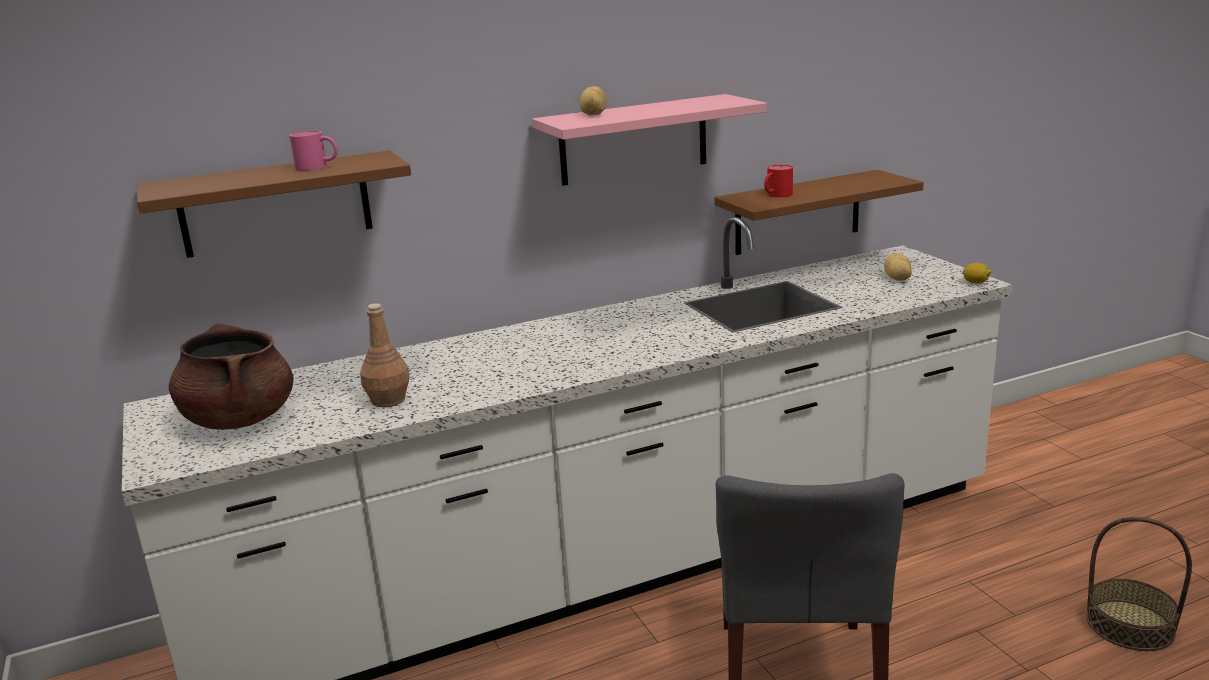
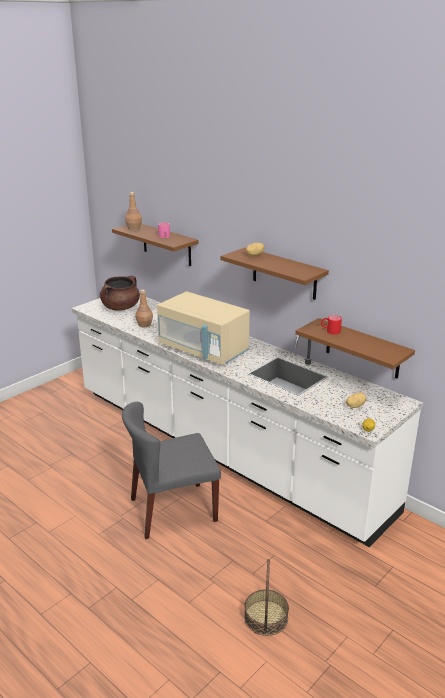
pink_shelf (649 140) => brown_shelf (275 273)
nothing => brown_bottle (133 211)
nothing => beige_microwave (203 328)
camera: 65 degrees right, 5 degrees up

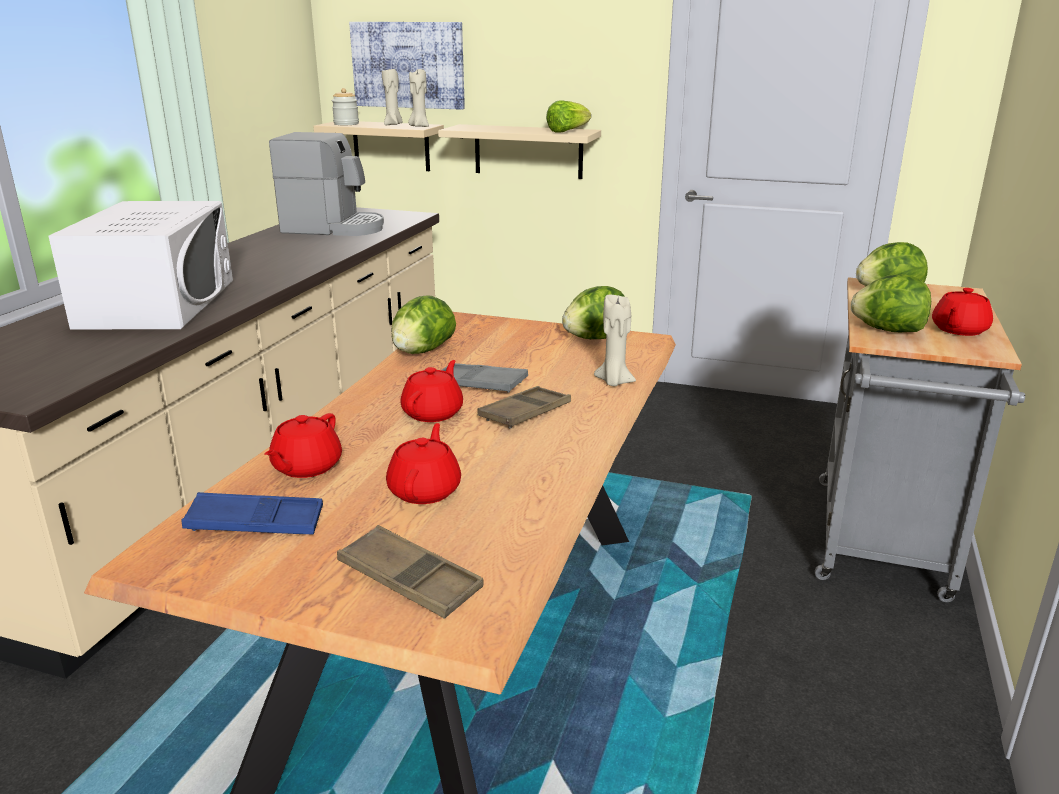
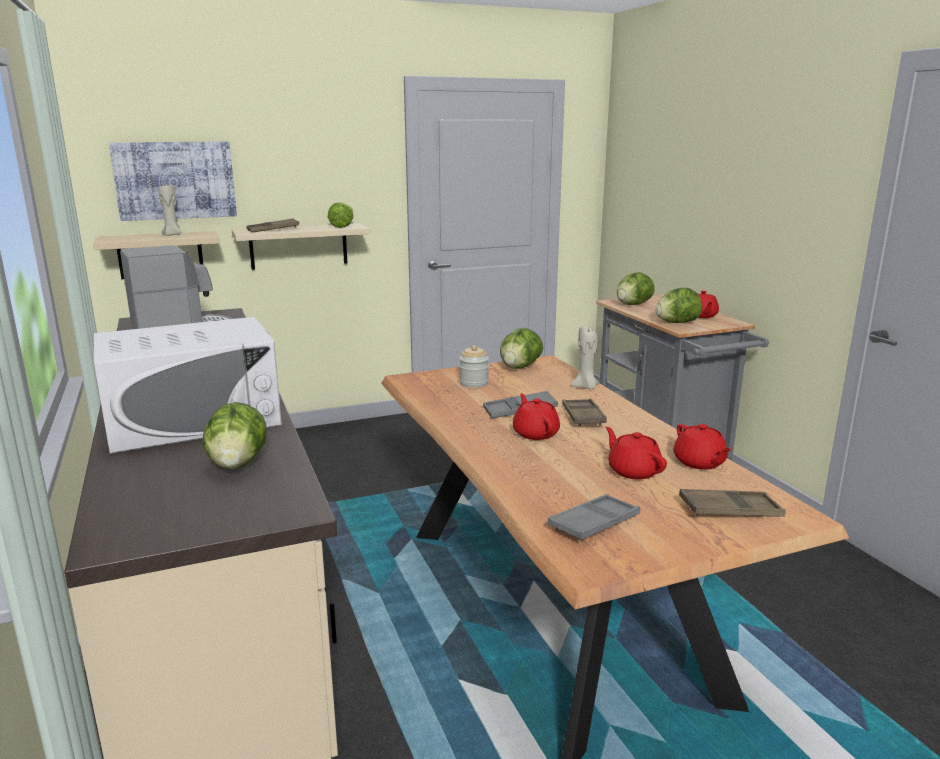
white_microwave (140 265) => white_microwave (188 385), 105 degrees clockwise
blue_tray (252 513) => grey_tray (594 517)
red_teapot (303 445) => red_teapot (702 447), moved
jar (345 106) => jar (474 366), moved
lettuce (423 324) => lettuce (234 436), moved
beige_candle (418 98) => nothing
nothing => brown_tray (272 225)
camera: 40 degrees left, 5 degrees down

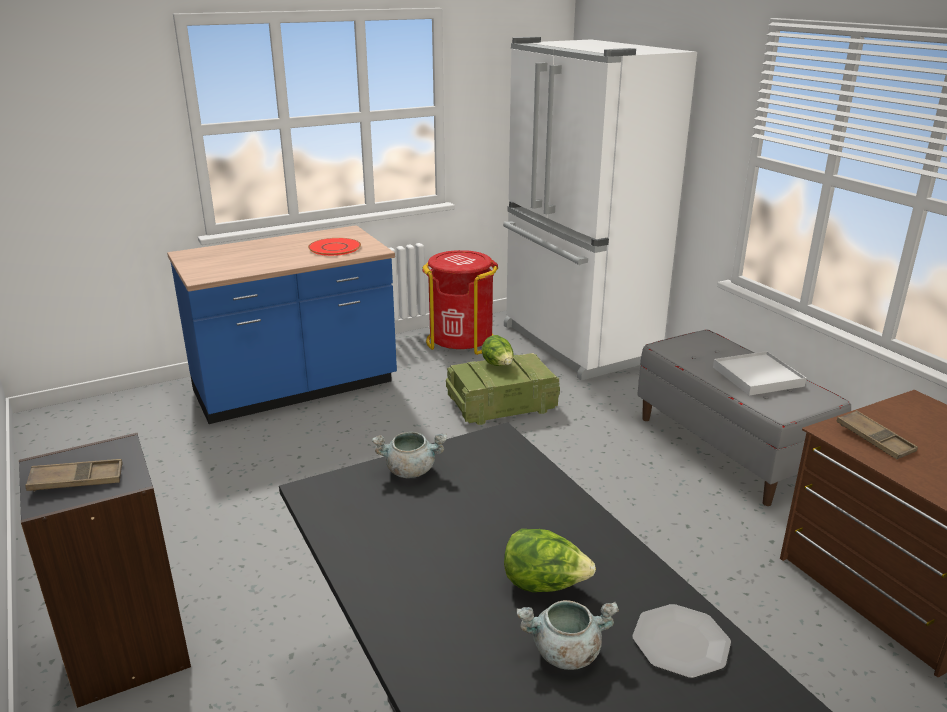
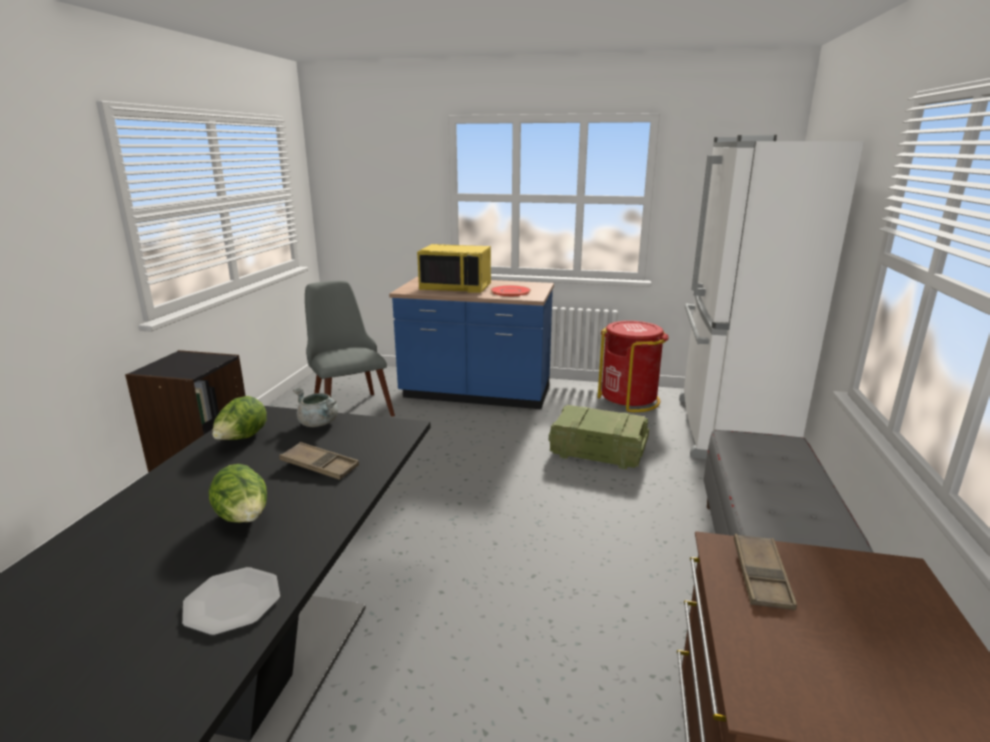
brown_tray (73 475) => brown_tray (319 461), moved
lettuce (498 350) => lettuce (239 418), moved
grey_cooking_pot (567 635) => nothing
white_tray (759 373) => nothing
nothing => grey_chair (350 349)
nothing => yellow_microwave (454 268)
camera: 40 degrees right, 5 degrees down

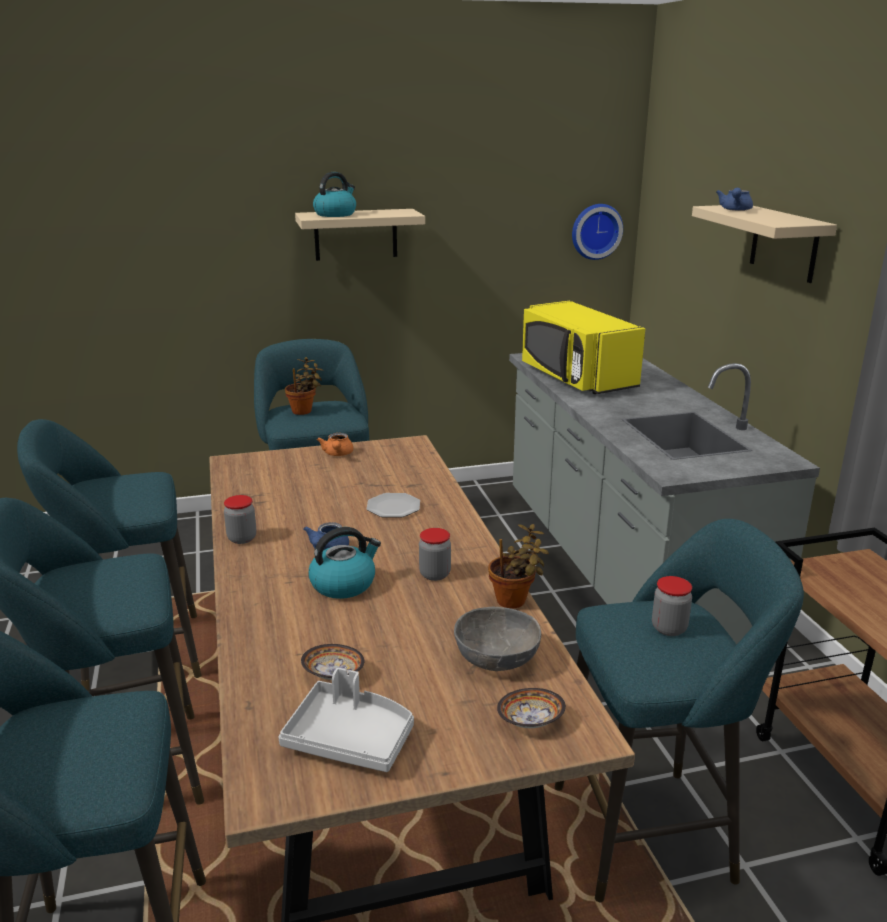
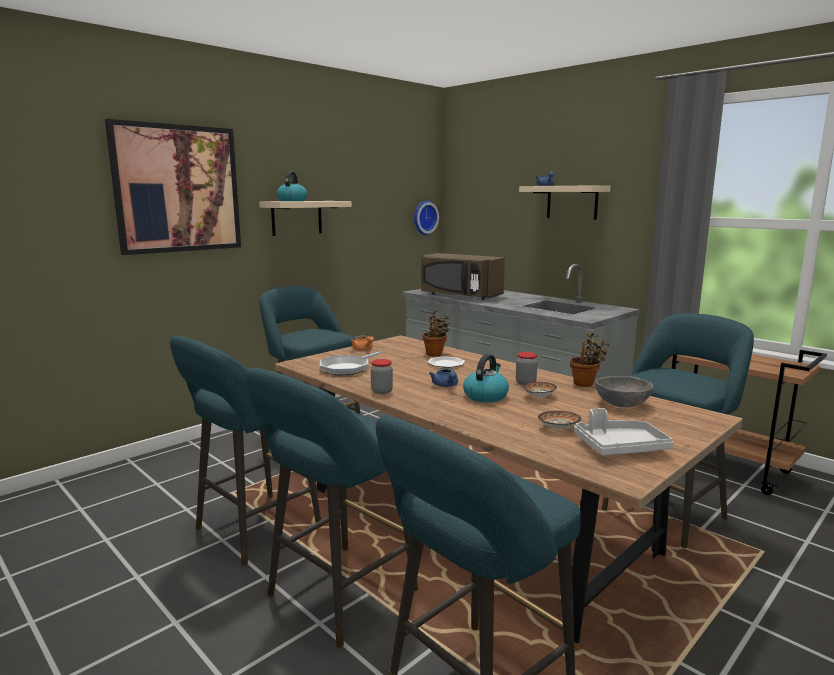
potted_plant (304 386) => potted_plant (436 333), moved
bowl (531 708) => bowl (540 390), moved
yellow_microwave (583 347) => brown_microwave (463 276)
jar (672 606) => nothing
nothing => picture (173 187)
nothing => frying_pan (351 363)
camera: 30 degrees left, 10 degrees down

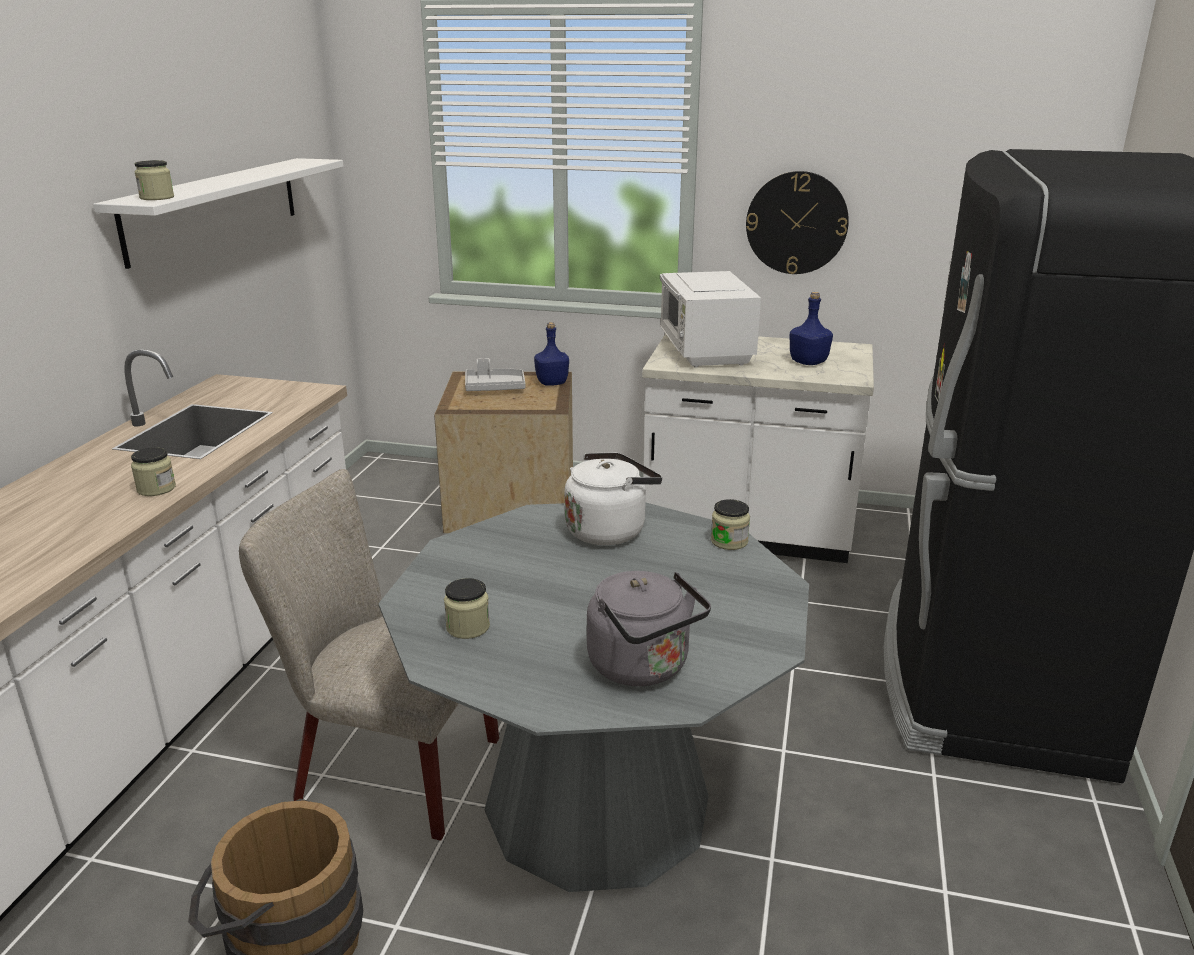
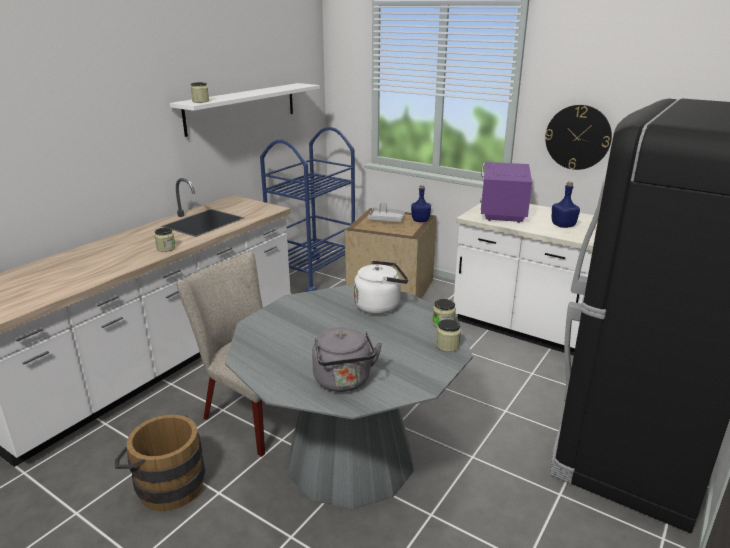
jar (467 608) => jar (448 335), moved
white_microwave (710 319) => purple_microwave (506 192)
nothing => blue_cart (307 209)
camera: 20 degrees right, 0 degrees up

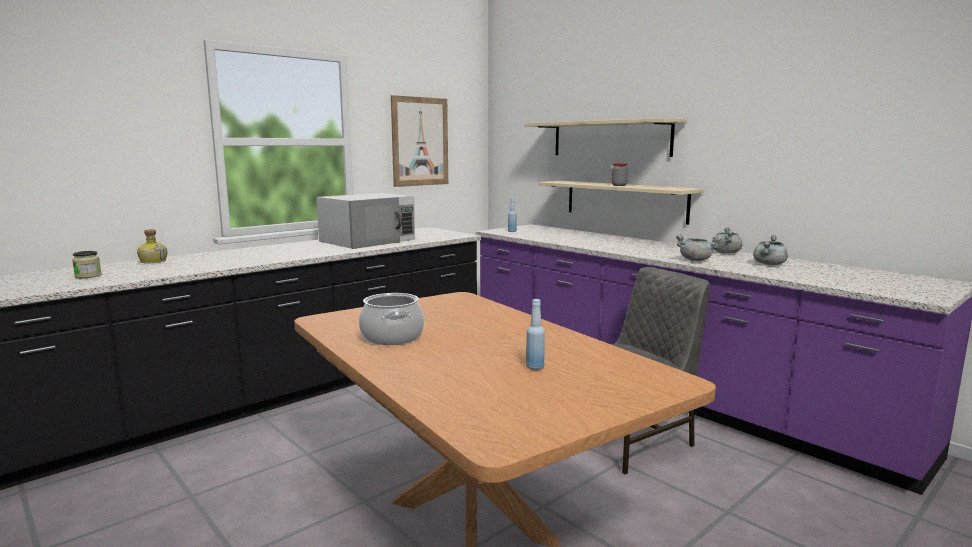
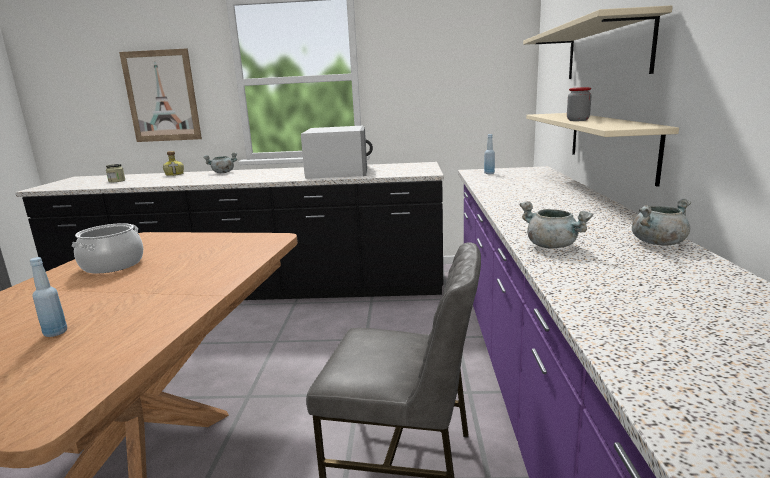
white_microwave (365 221) => white_microwave (337 152), 90 degrees counterclockwise
picture (419 141) => picture (160 95), moved
grey_cooking_pot (770 250) => grey_cooking_pot (220 162), moved
camera: 45 degrees right, 5 degrees up

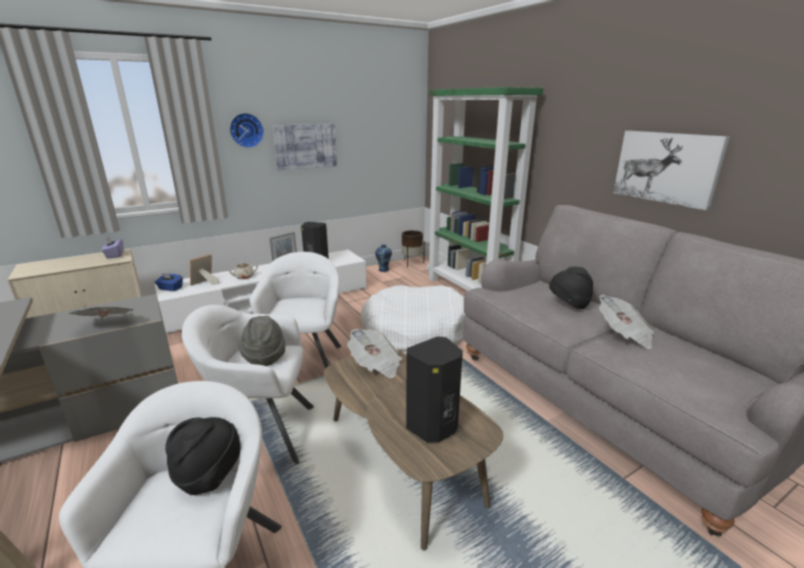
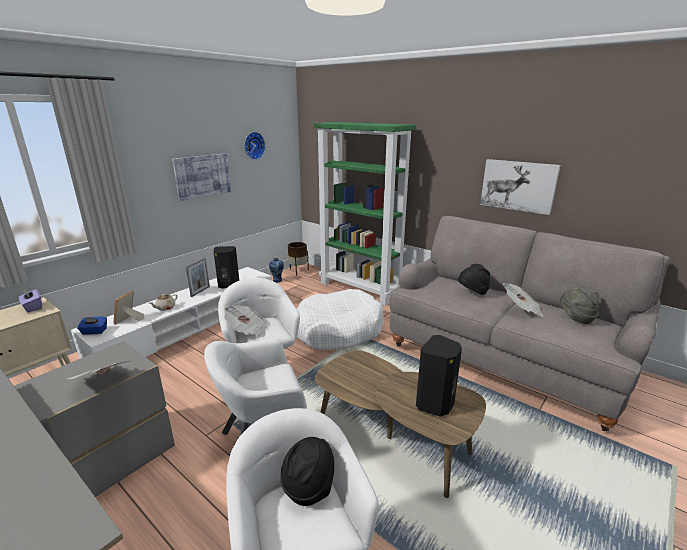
wall_clock (246 130) => wall_clock (255 146), moved
grey_hat (262 341) => grey_hat (580 305), moved
newspaper (374 353) => newspaper (245 321), moved
camera: 20 degrees left, 0 degrees up

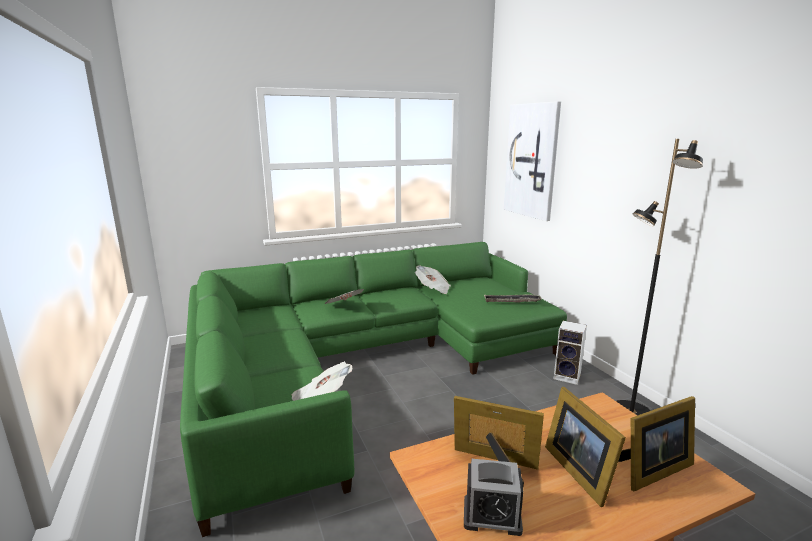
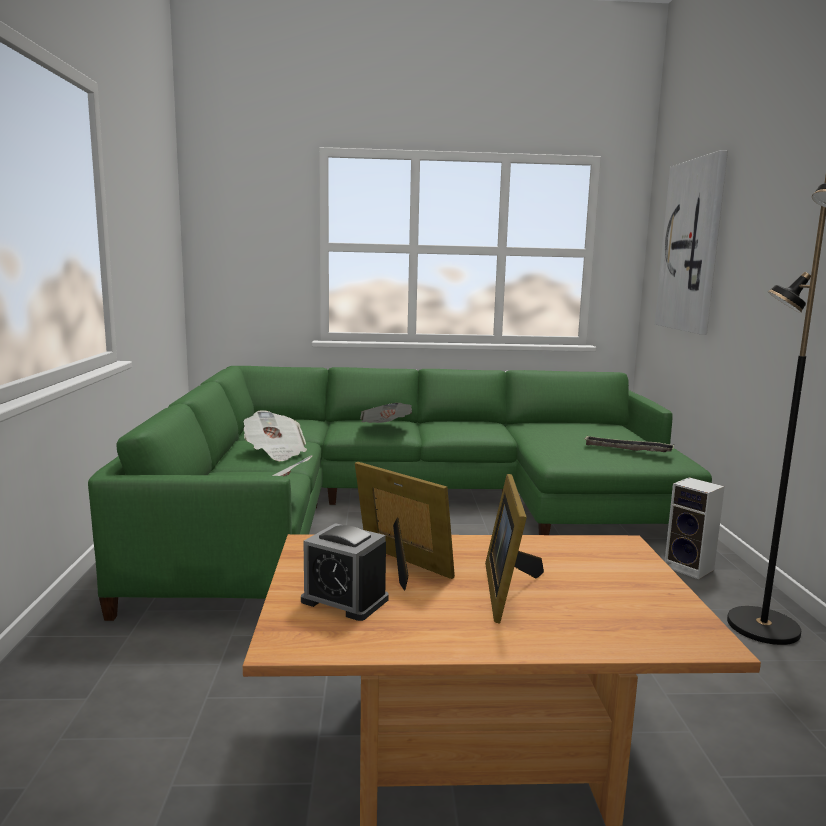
newspaper (433 279) => newspaper (275 435), moved
picture_frame (656 443) => nothing
camera: 20 degrees right, 5 degrees down

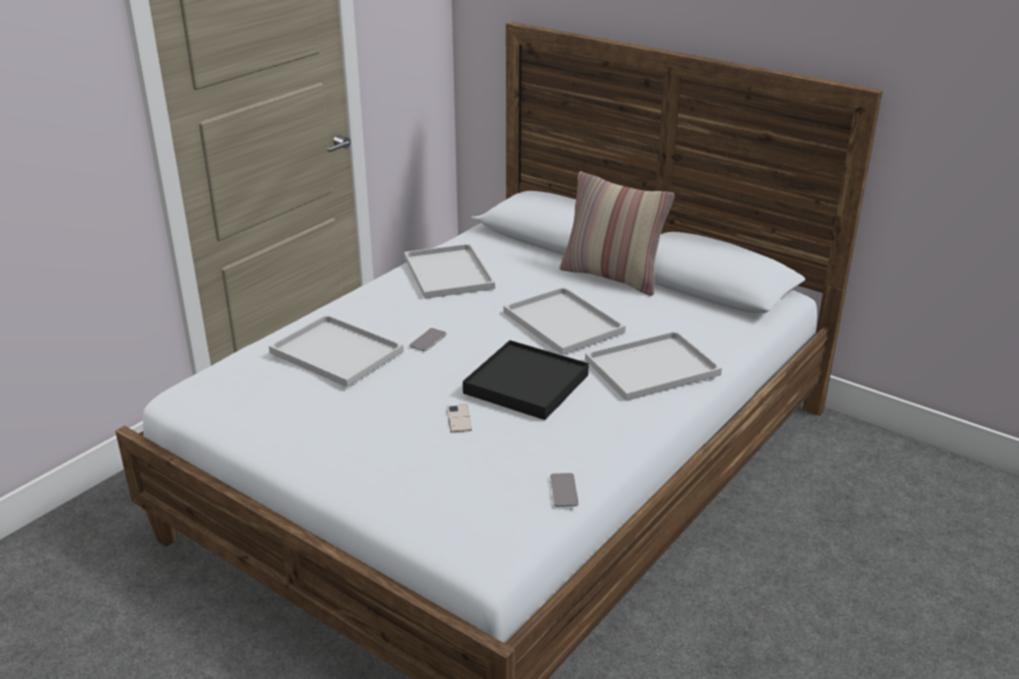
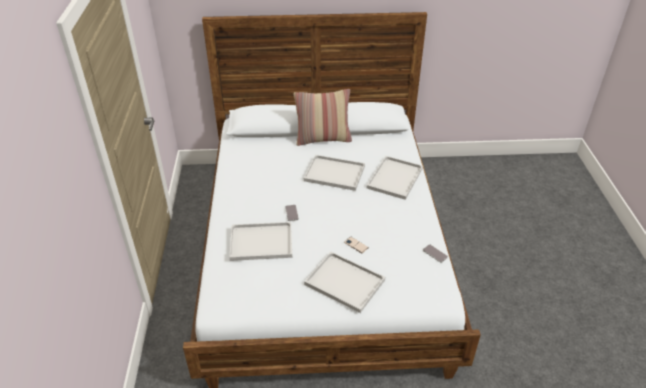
white_tray (449 271) => white_tray (344 282), moved
black_tray (526 380) => nothing
camera: 40 degrees left, 10 degrees up

